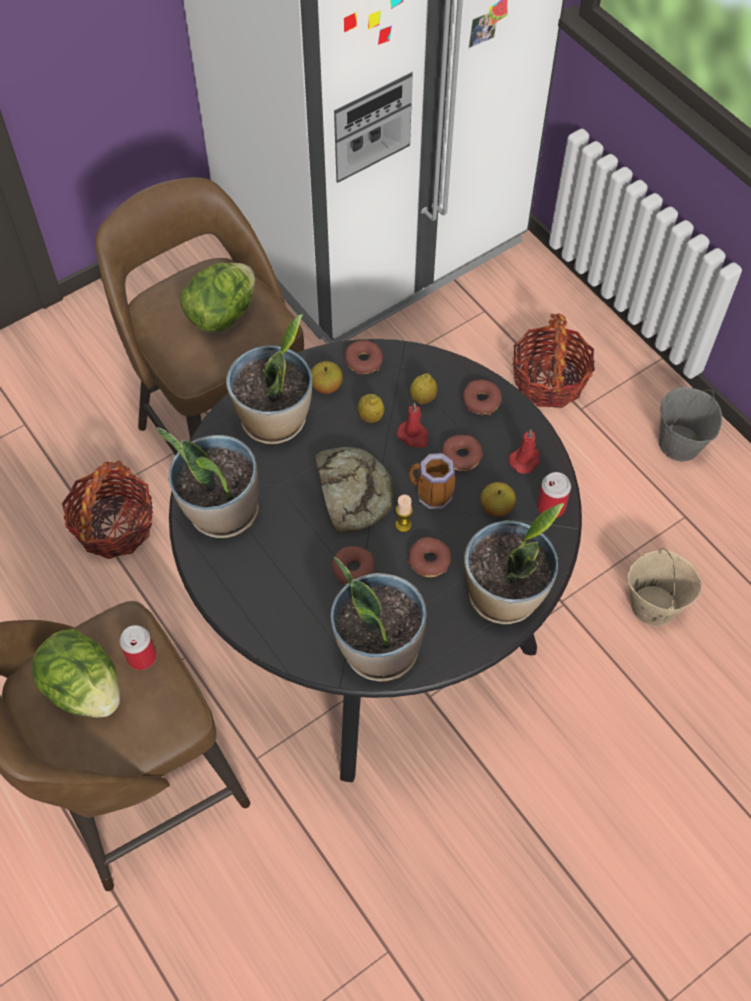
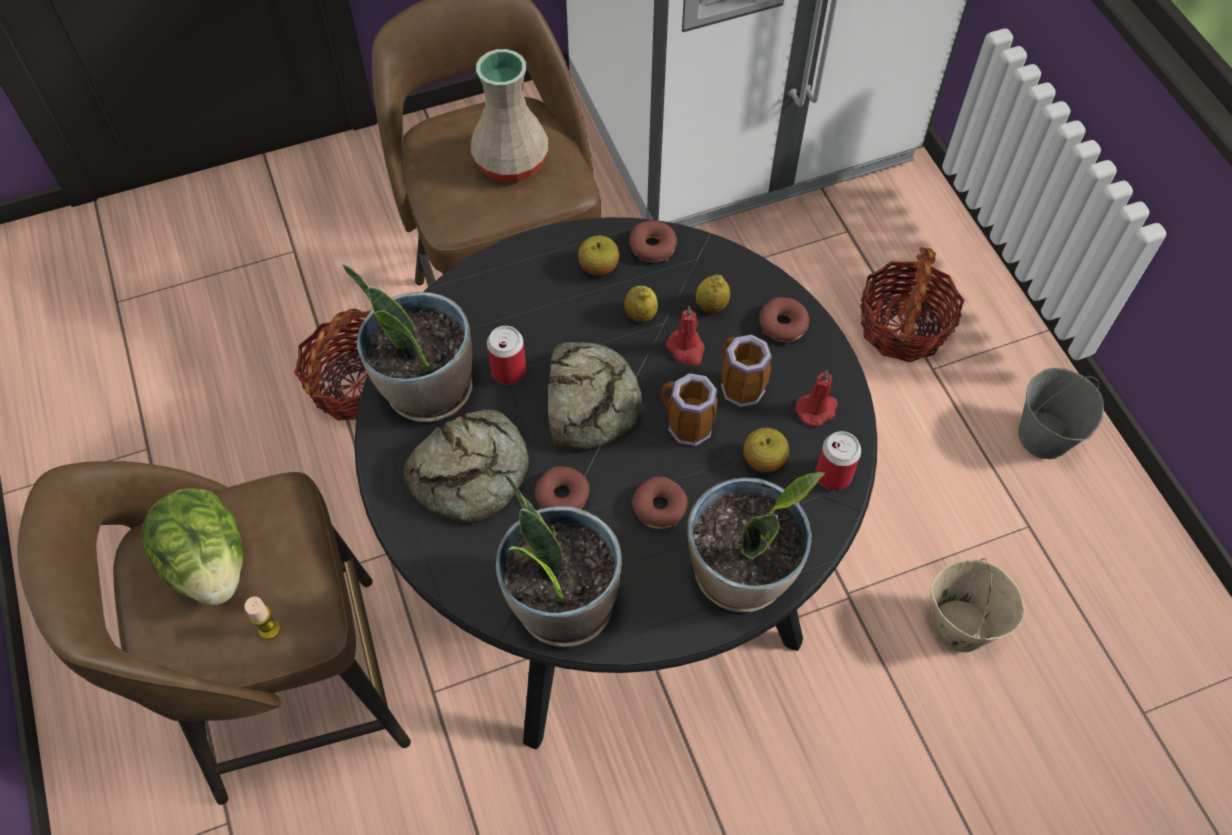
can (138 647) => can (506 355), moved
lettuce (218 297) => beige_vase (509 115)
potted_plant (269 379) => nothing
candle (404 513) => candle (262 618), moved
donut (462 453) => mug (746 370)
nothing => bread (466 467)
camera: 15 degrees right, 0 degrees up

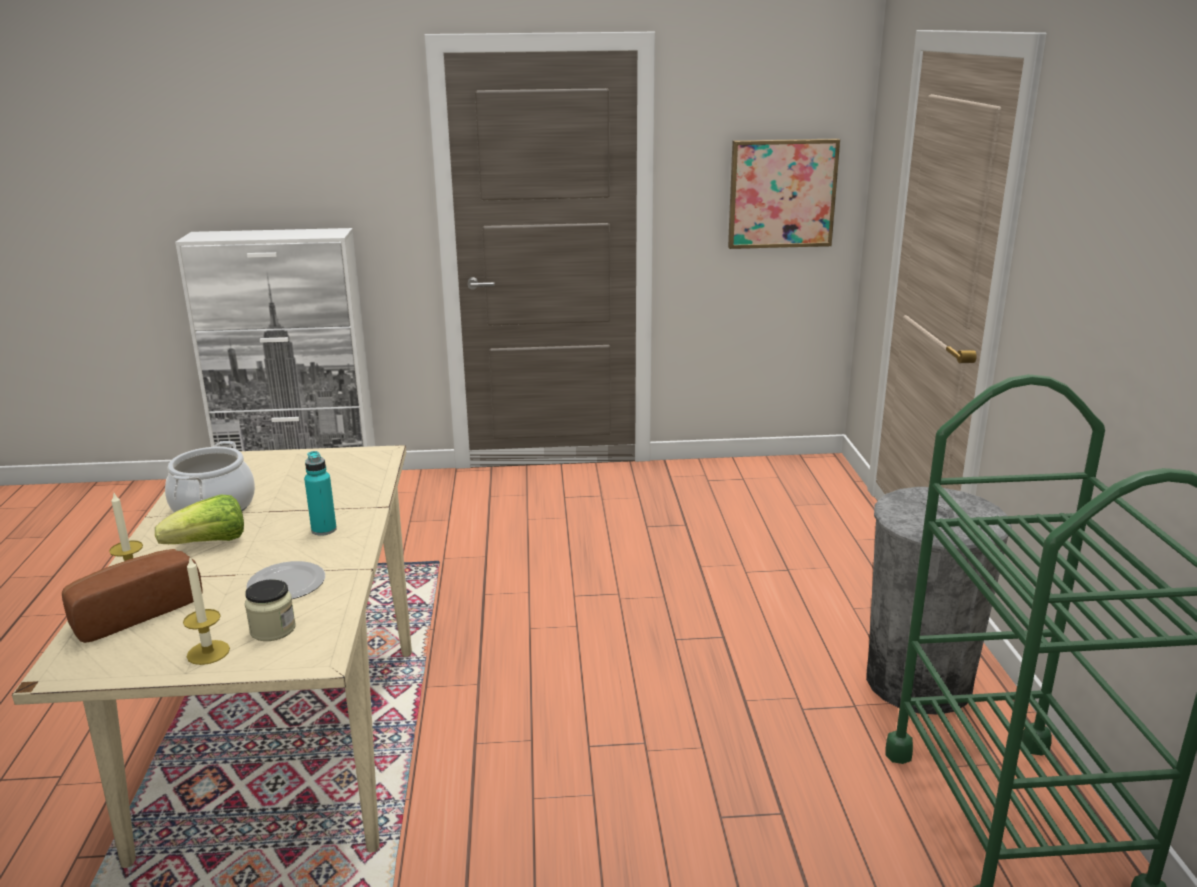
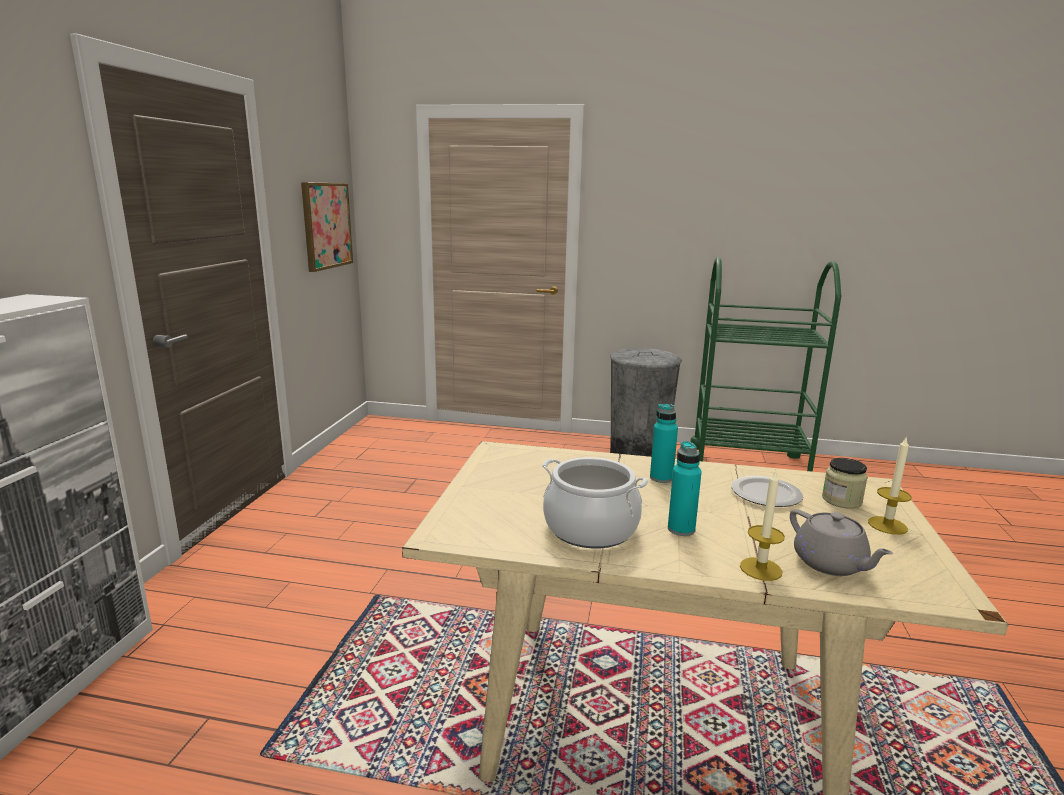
bread (132 596) => grey_teapot (841 542)
lettuce (199 519) => turquoise_bottle (685 488)
camera: 75 degrees left, 5 degrees down

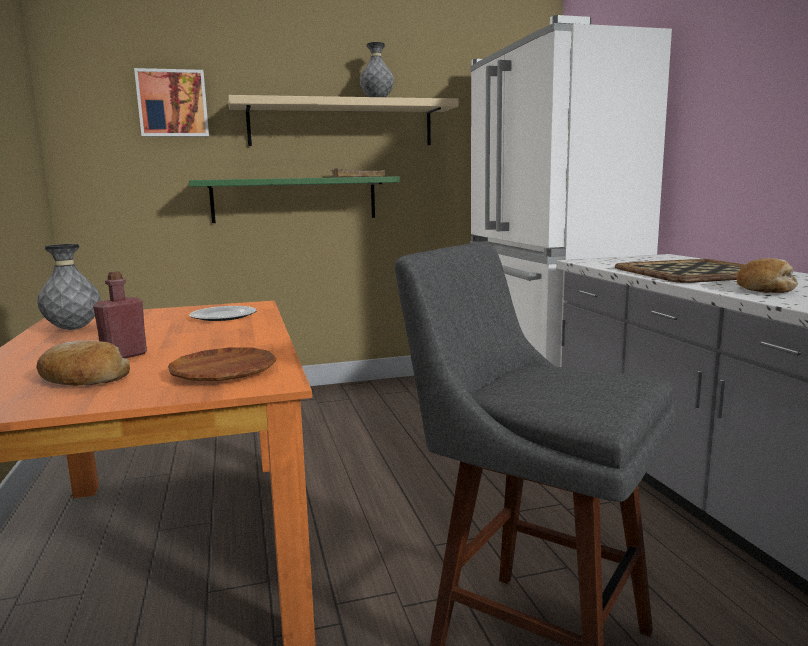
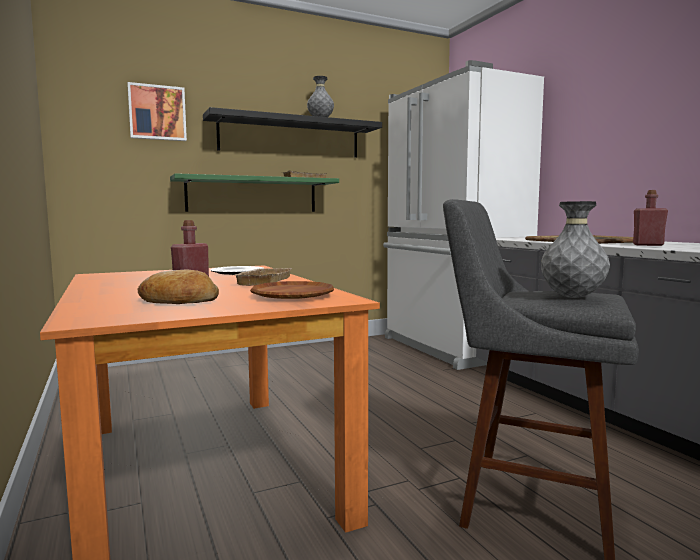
grey_vase (68 287) => grey_vase (575 249), moved
beige_shelf (343 120) => black_shelf (292 132)
bread (767 275) => red_bottle (650 218)
nothing => beige_tray (263 277)
camera: 10 degrees left, 5 degrees down

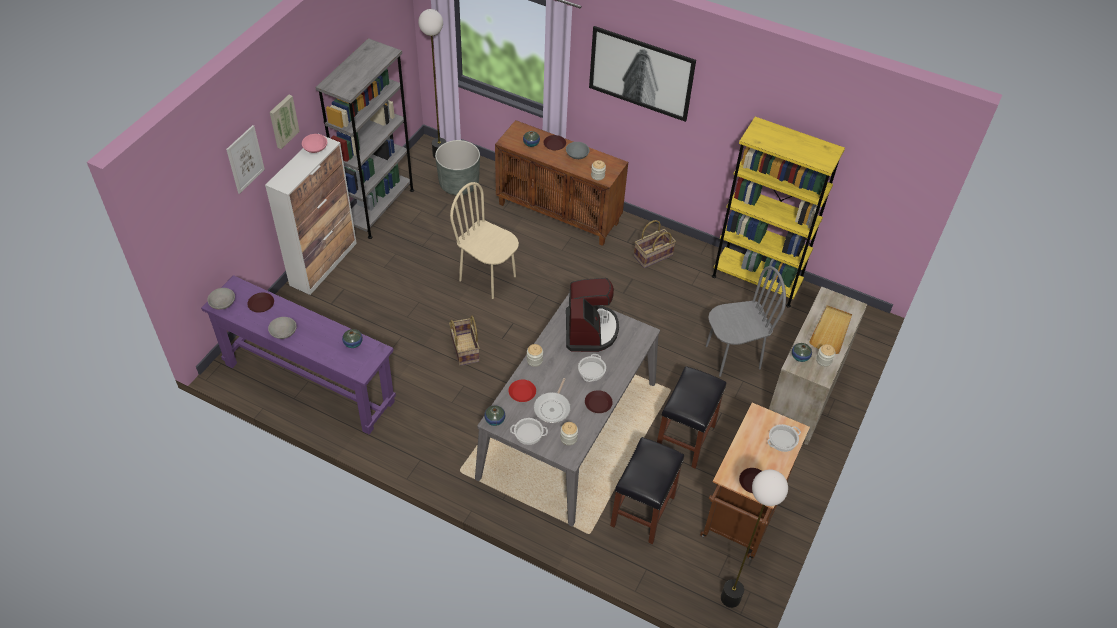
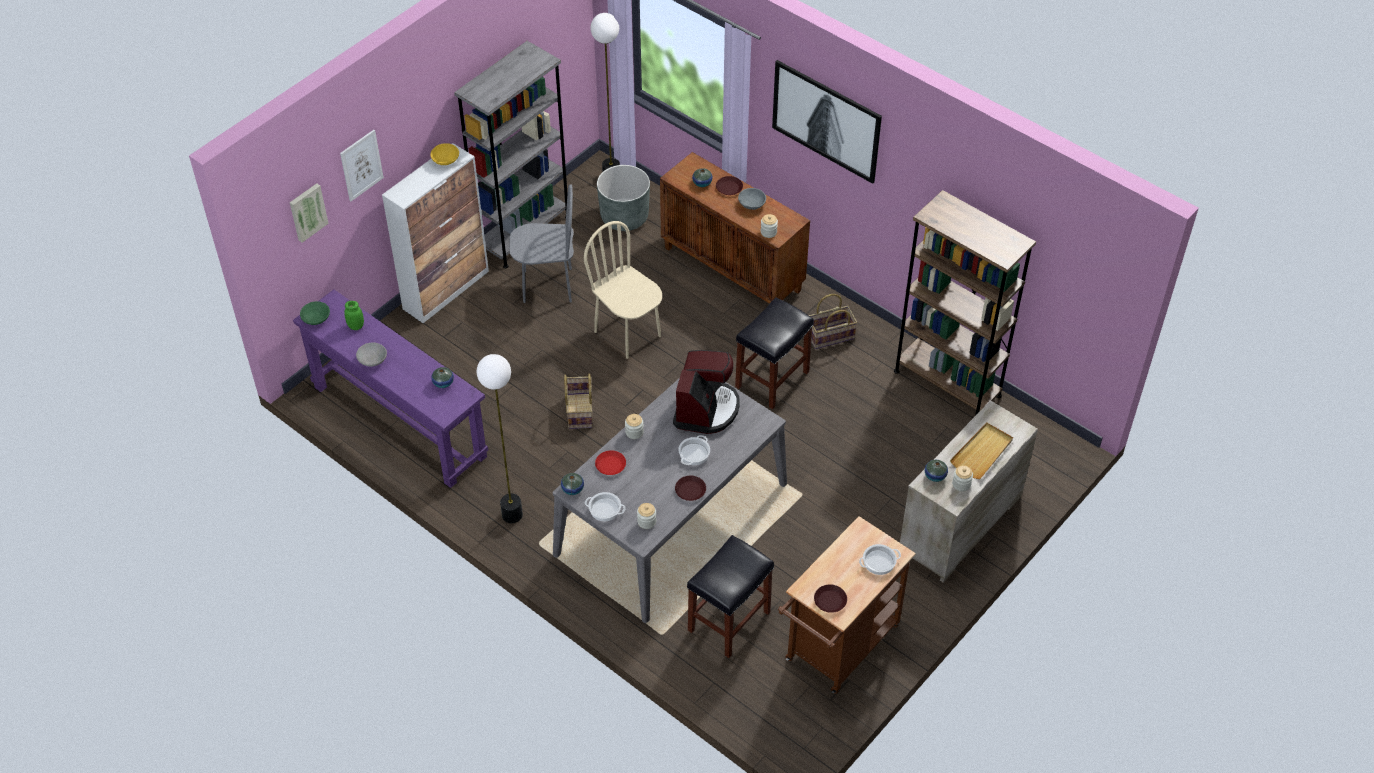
grey_bowl (221 299) => green_bowl (315 313)
brown_plate (260 303) => green_jar (354 315)
picture (285 122) => picture (309 213), moved
pink_bowl (314 143) => yellow_bowl (444 154)
frying_pan (552 400) => nothing
black_stool (691 417) => black_stool (774 353), moved
grey_chair (745 321) => grey_chair (541 243), moved
yellow_bookcase (778 212) => brown_bookcase (965 303)
floor_lamp (754 538) => floor_lamp (500 438), moved
camera: 15 degrees right, 0 degrees up

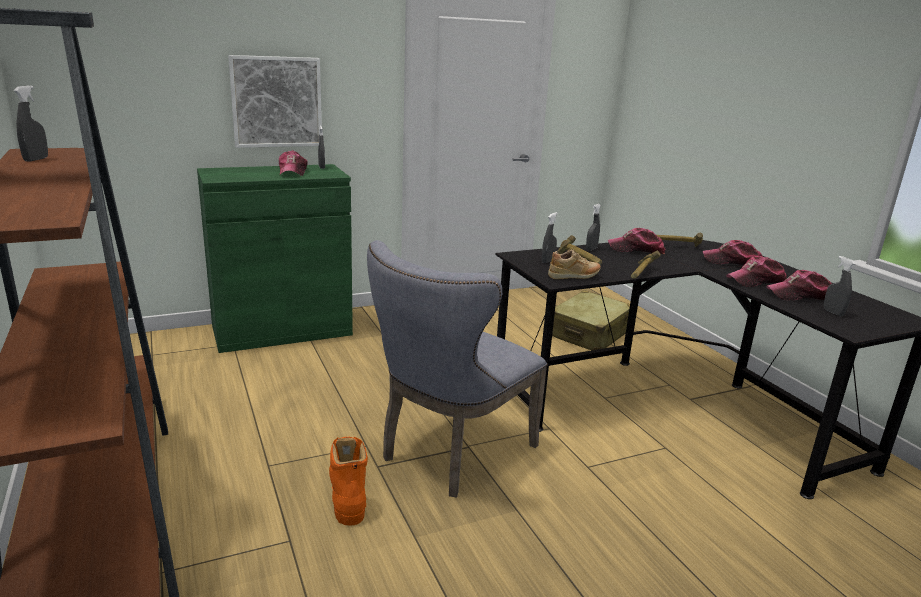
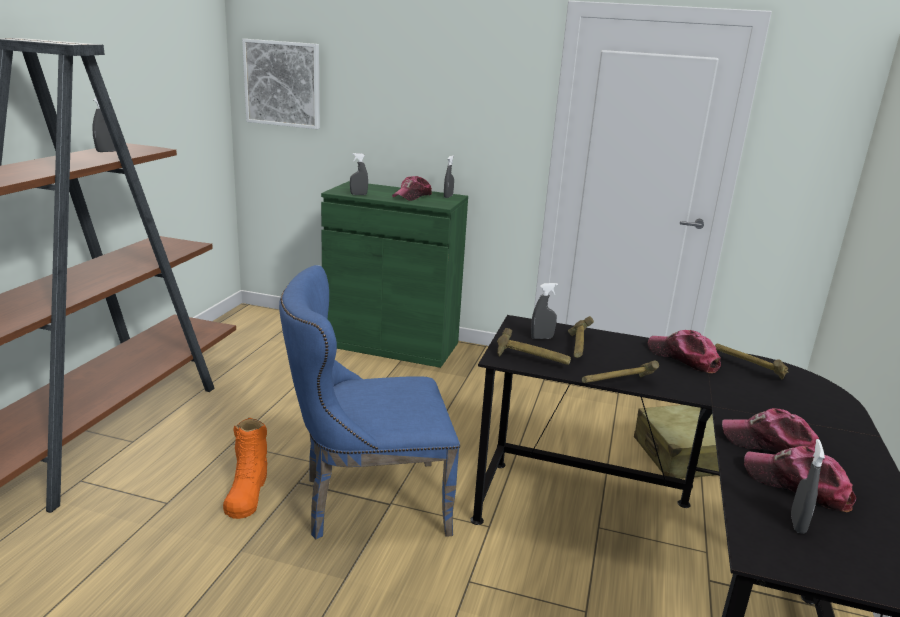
picture (275 101) => picture (281 84), moved
orange_boot (348 481) => orange_boot (245 468), 150 degrees clockwise
grey_chair (457 368) => blue_chair (369 402)
beige_shoe (574 264) => hammer (534 346)
grey_spray_bottle (593 227) => grey_spray_bottle (359 174), moved
cap (733 252) => nothing
camera: 40 degrees right, 0 degrees up

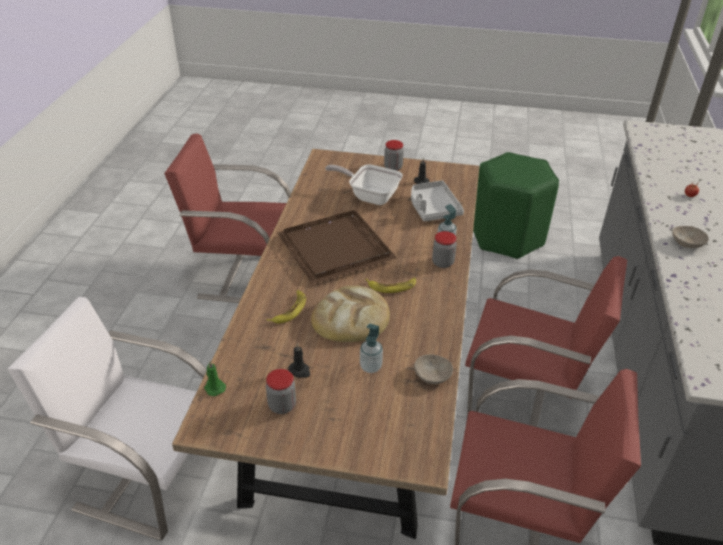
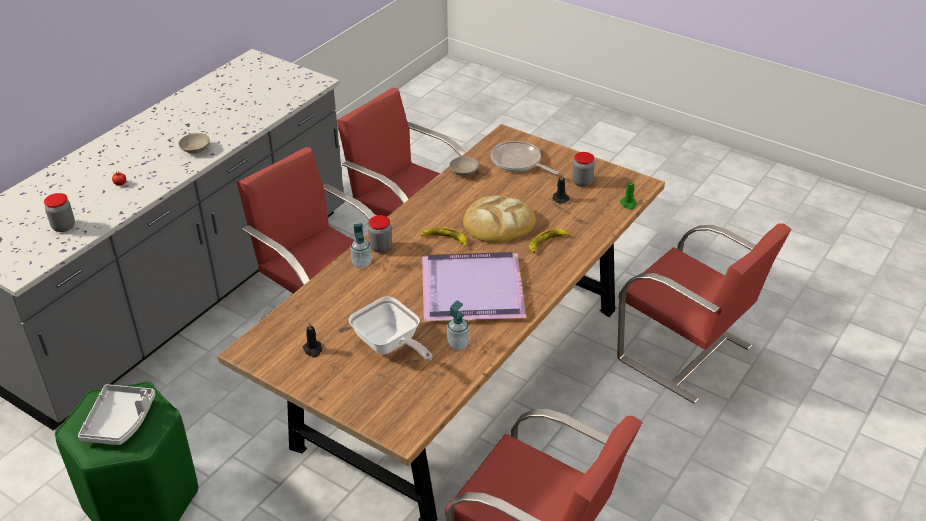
white_chair (107 418) => red_chair (704 313)
brown_tray (337 247) => purple_tray (474 286)
soap_dispenser (371 348) => soap_dispenser (458 325), moved
jar (394 155) => jar (59 212), moved
grey_tray (437 200) => grey_tray (117 414), moved
nothing => frying_pan (525 158)
camera: 155 degrees left, 0 degrees up

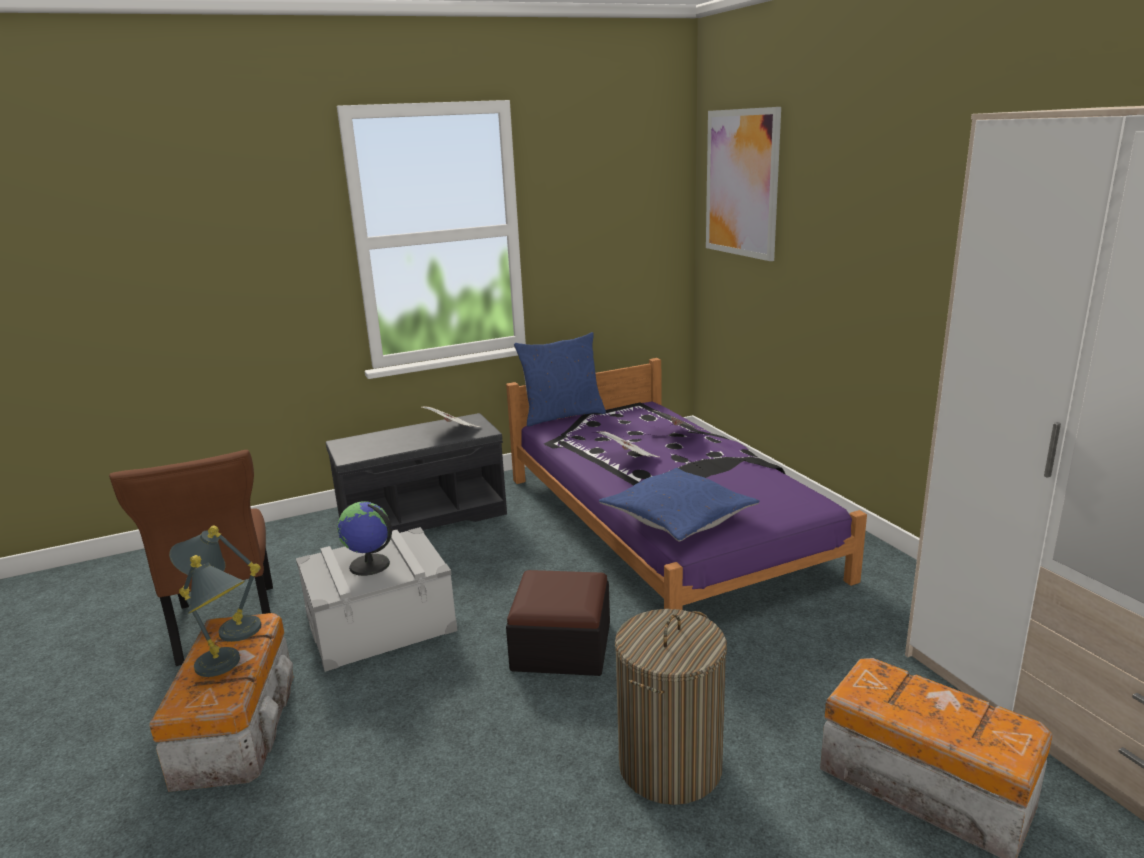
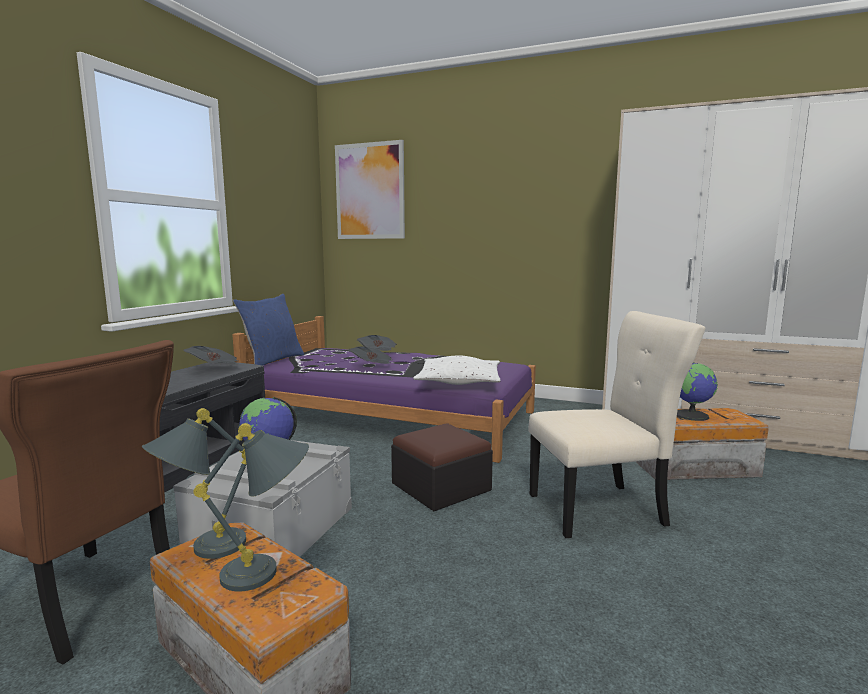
blue_pillow (679 505) => white_pillow (456 370)
laundry_basket (671 707) => beige_chair (616 424)
nothing => globe (697 391)
camera: 45 degrees left, 10 degrees down

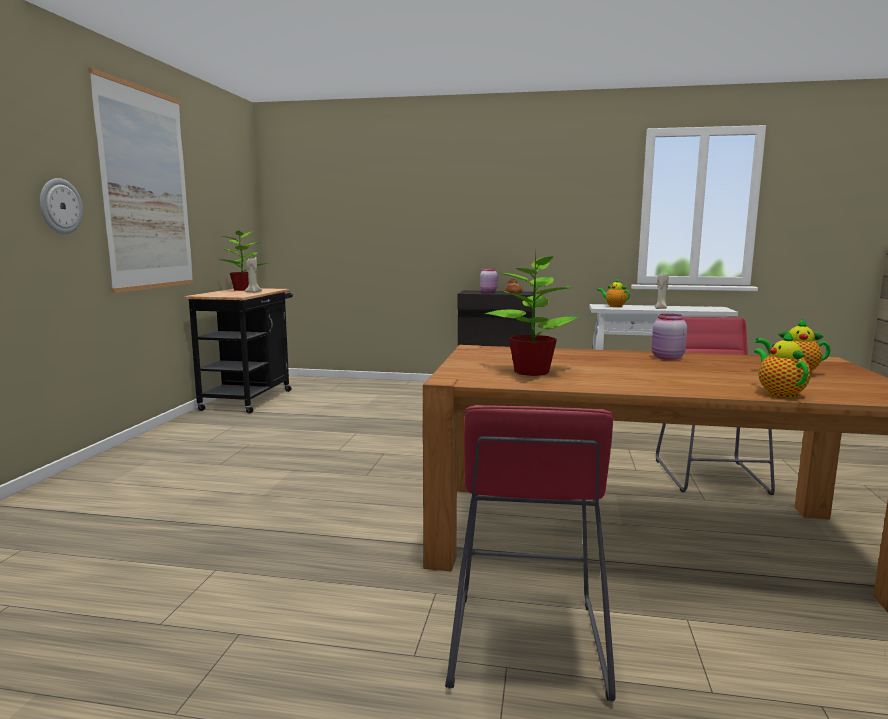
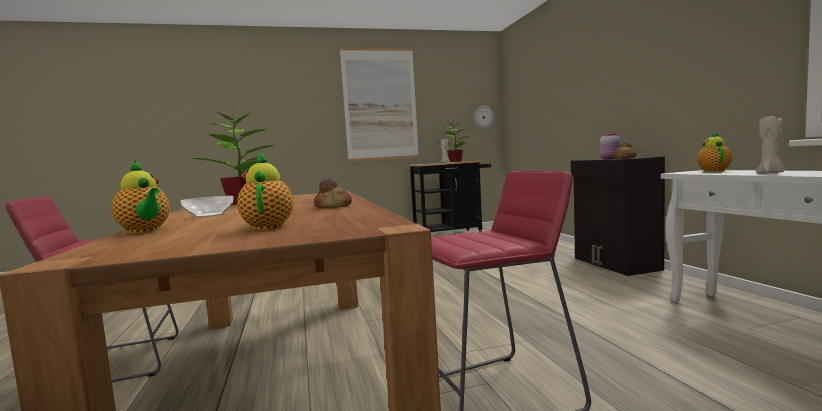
wall_clock (61 206) => wall_clock (484 118), moved
pink_jar (669 337) => bread (333 193)
teapot (782 364) => teapot (140 196), 75 degrees clockwise
nothing => bowl (207 206)
camera: 65 degrees right, 5 degrees down

